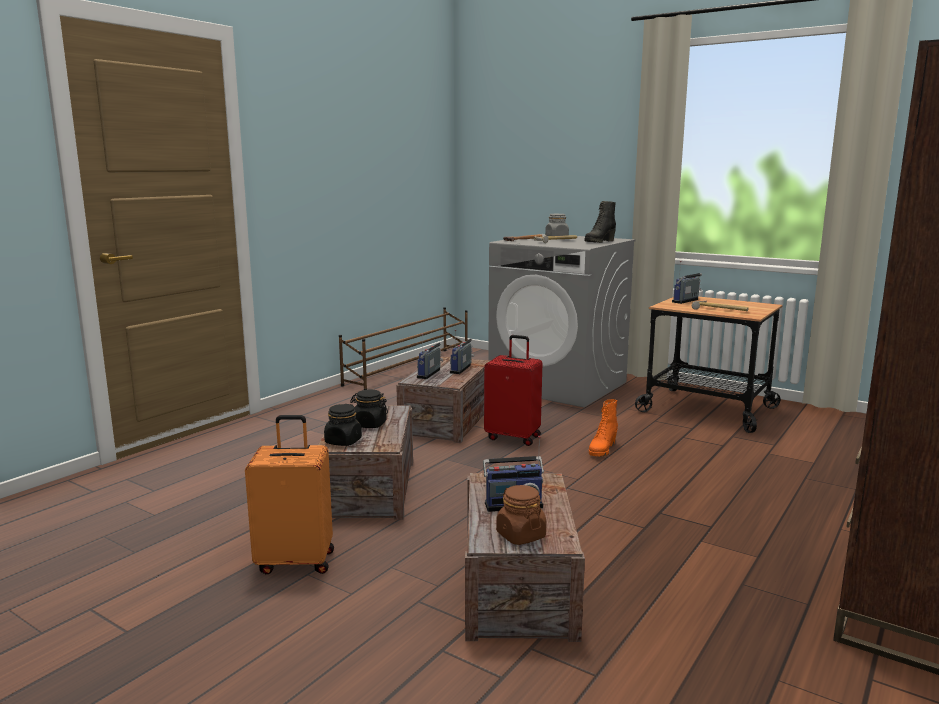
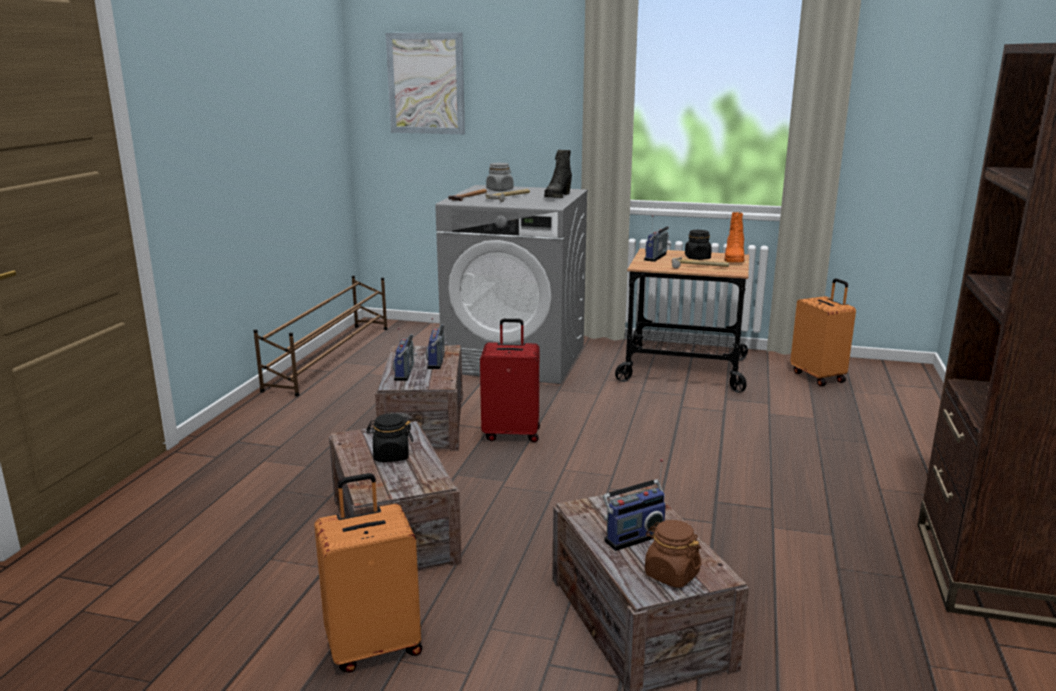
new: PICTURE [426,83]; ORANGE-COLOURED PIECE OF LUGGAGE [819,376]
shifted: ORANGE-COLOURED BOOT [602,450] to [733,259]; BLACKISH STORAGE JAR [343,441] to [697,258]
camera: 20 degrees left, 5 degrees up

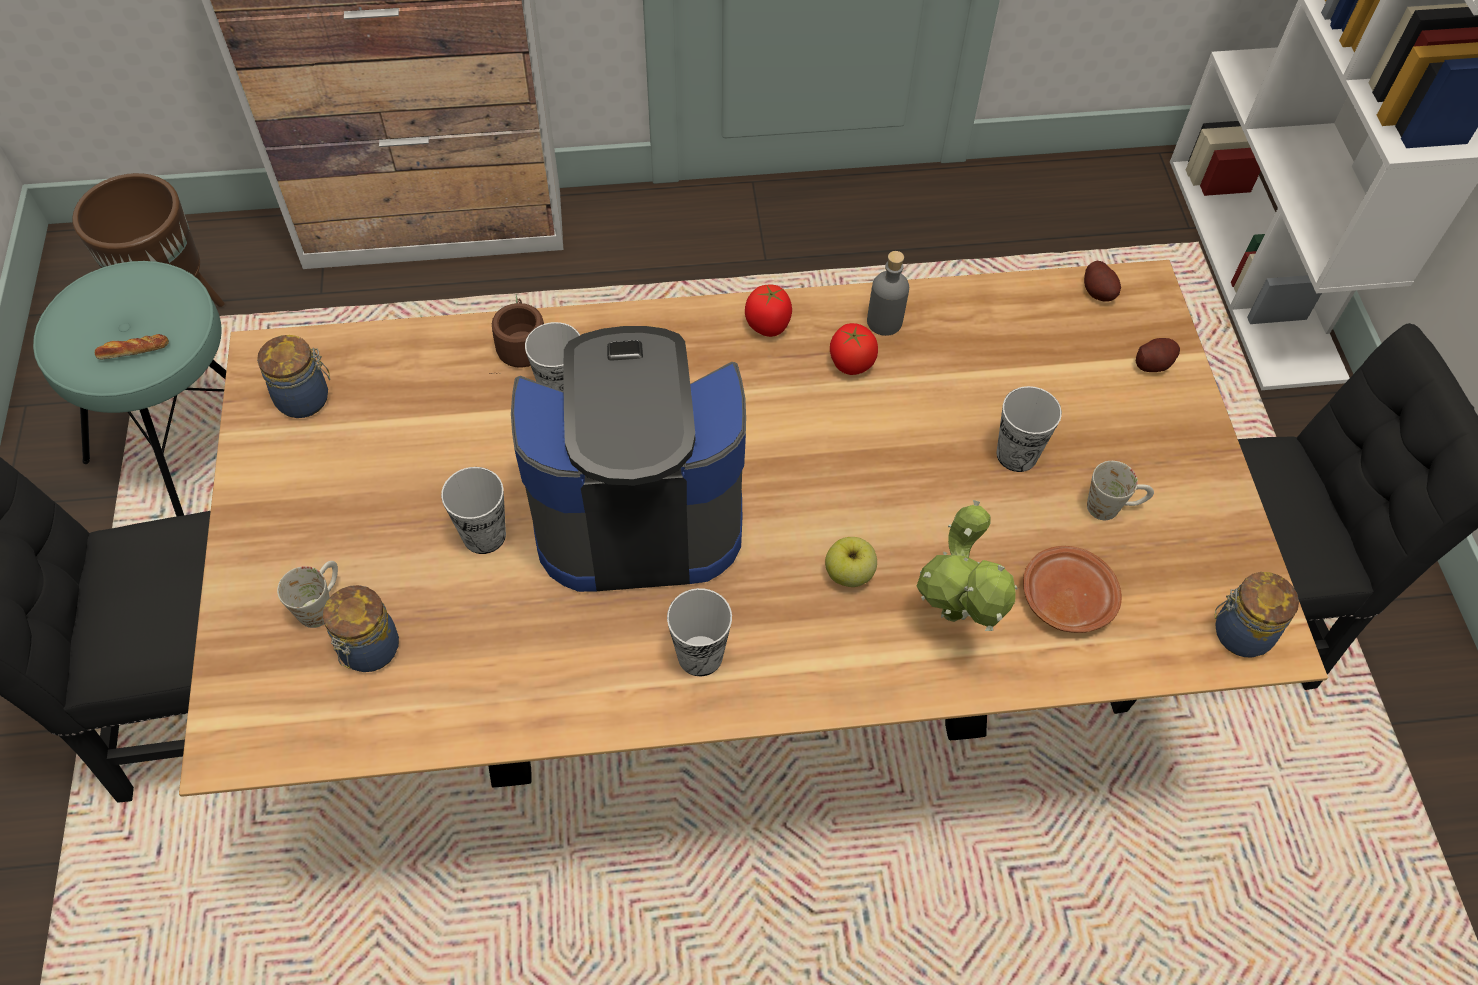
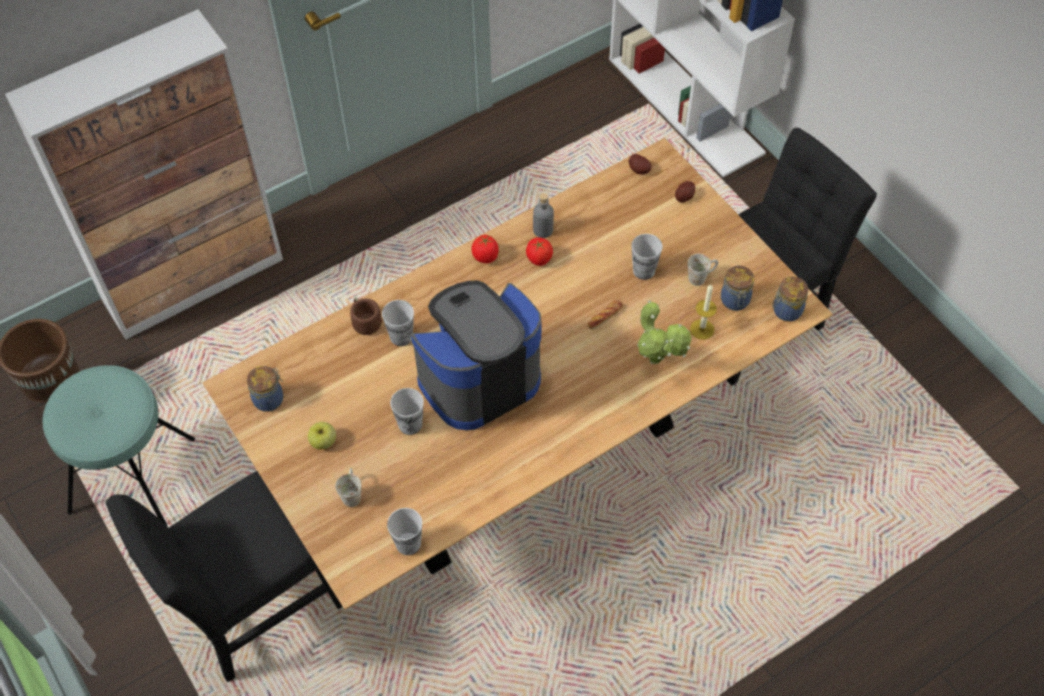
shifted: BAKERY BREAD [133,350] to [605,317]; APPLE [849,574] to [323,442]; STORAGE JAR [368,651] to [735,301]; DRINKING CUP [700,655] to [408,543]
swapped: BROWN-COLOURED FLAT DISH [1066,597] to CANDLE [702,329]
camera: 25 degrees left, 0 degrees up

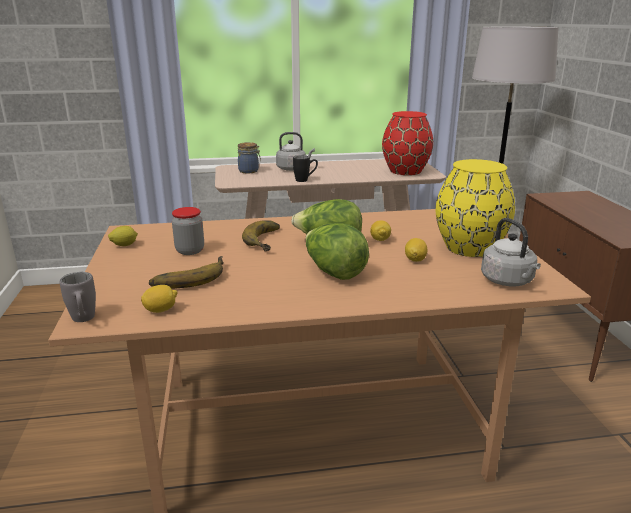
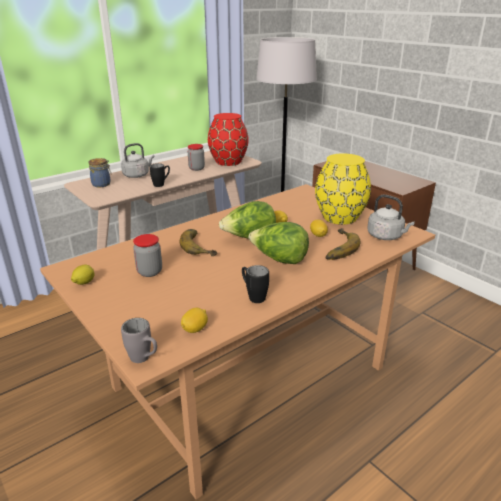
new: STORAGE JAR [196,168]; BLACKISH MUG [253,296]
shifted: BANANA [188,277] to [336,248]
camera: 30 degrees left, 5 degrees up

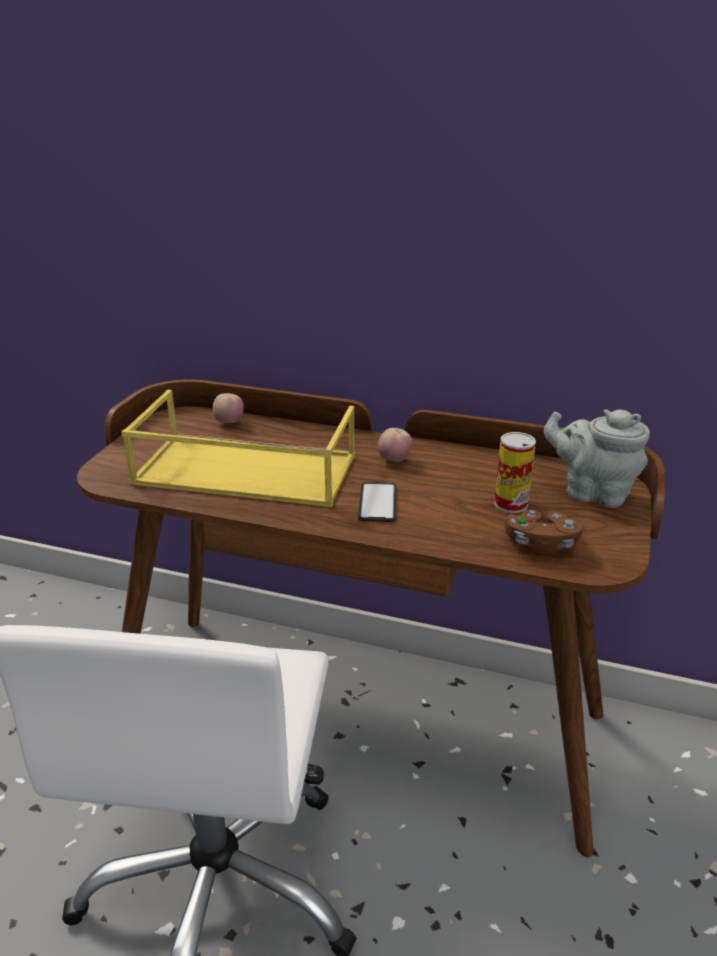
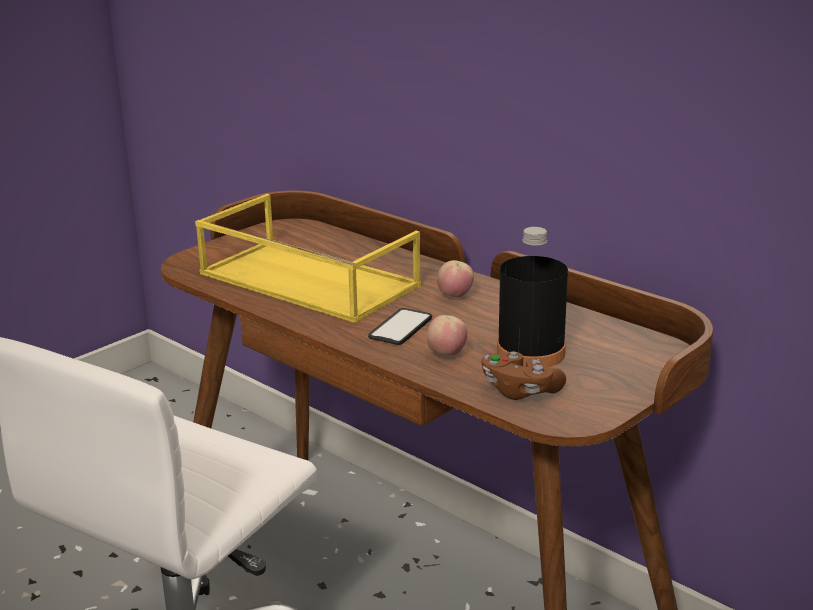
gone: GRAY TEA POT [592,493]
shifted: APPLE [229,423] to [447,355]
swapped: SEALED CAN [511,504] to BLACKISH BEVERAGE BOTTLE [531,353]
camera: 25 degrees right, 5 degrees down

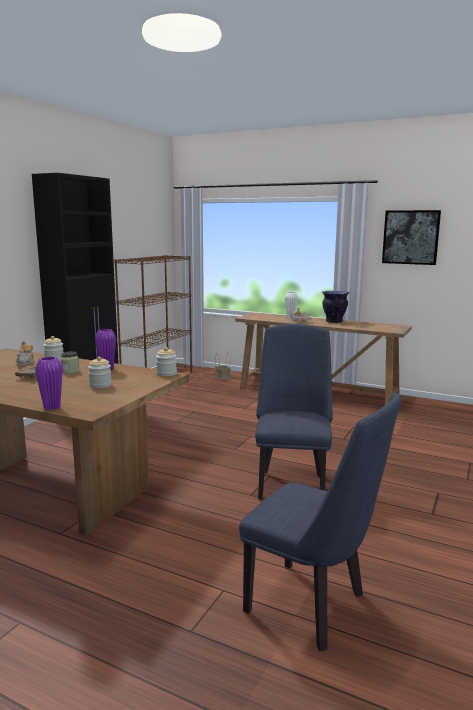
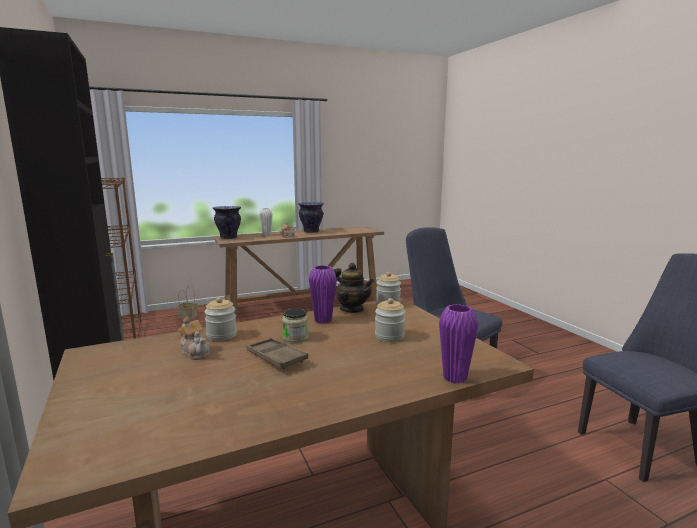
gone: PICTURE [410,237]
new: FLOWER VASE [229,238]; TEA POT [352,309]
camera: 50 degrees left, 0 degrees up

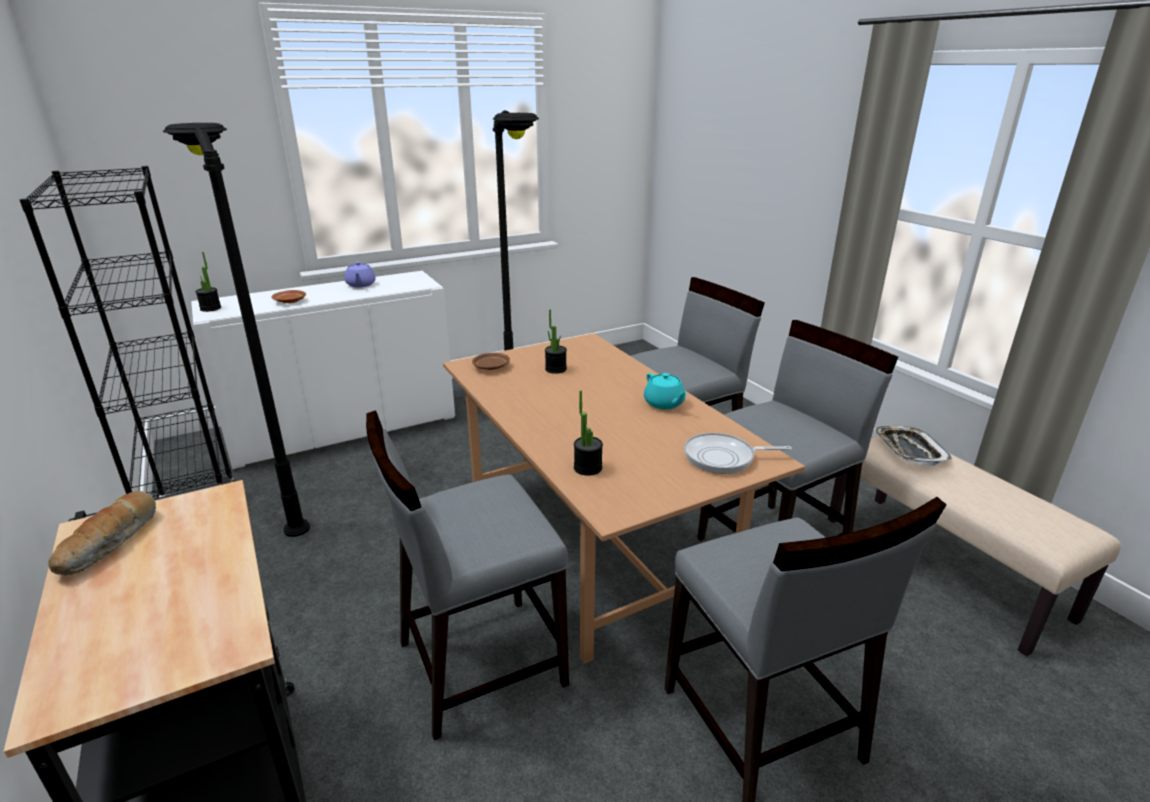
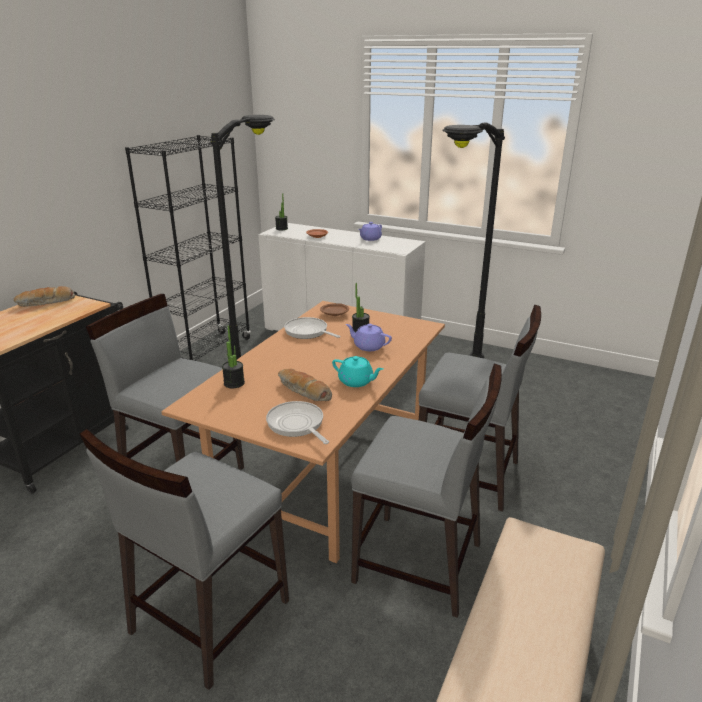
gone: TRAY [909,450]
new: SKILLET [308,332]; PURPLE TEA POT [368,346]; BAKERY BREAD [303,391]
rotated: TURQUOISE-COLOURED TEA POT [664,404] = [356,381] 90 degrees counterclockwise
camera: 55 degrees right, 0 degrees up

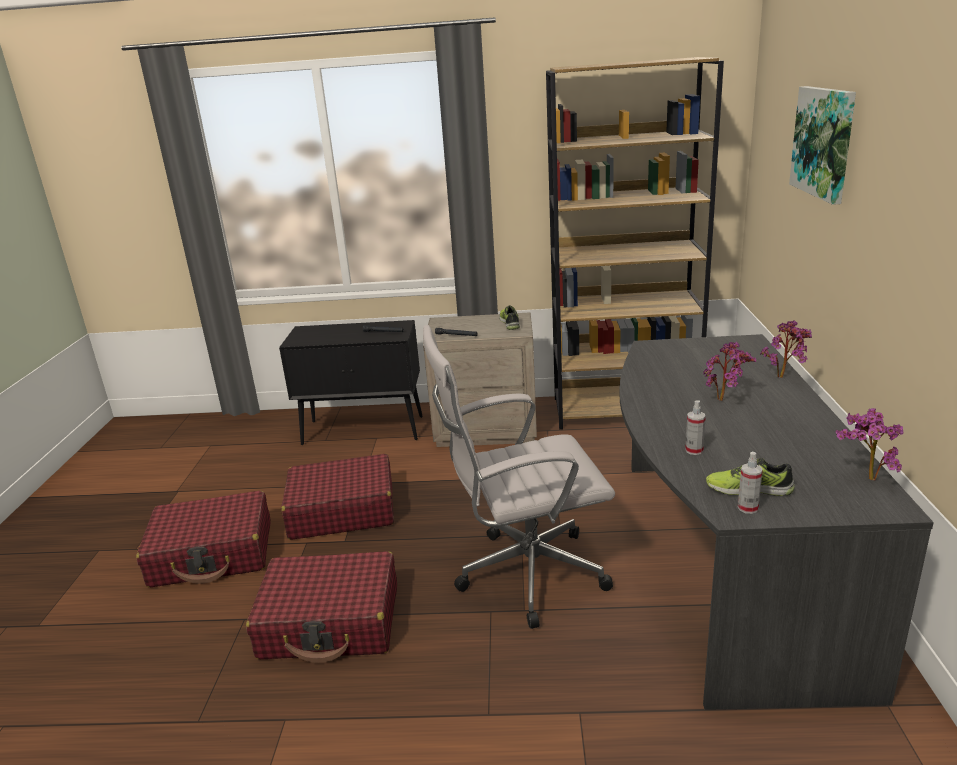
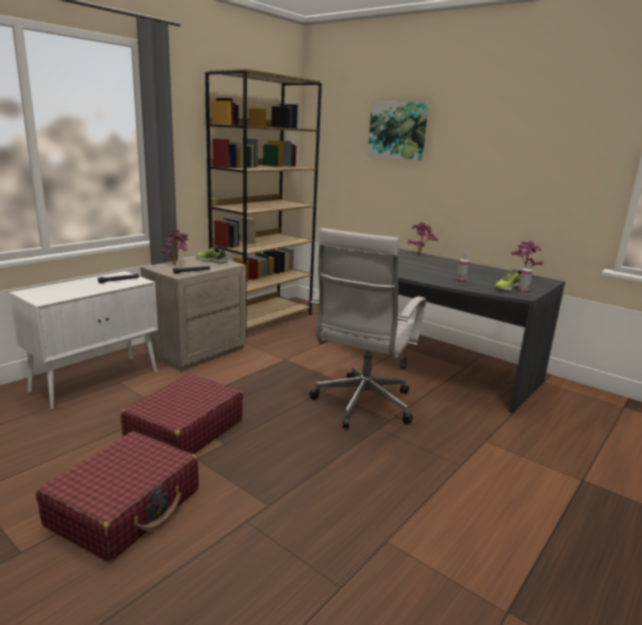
gone: REDDISH PIECE OF LUGGAGE [331,622]
shifted: HOUSEPLANT [725,400] to [176,264]
repainted: BLACKISH CUPBOARD [364,430] to WHITISH CUPBOARD [97,381]
camera: 55 degrees left, 5 degrees down

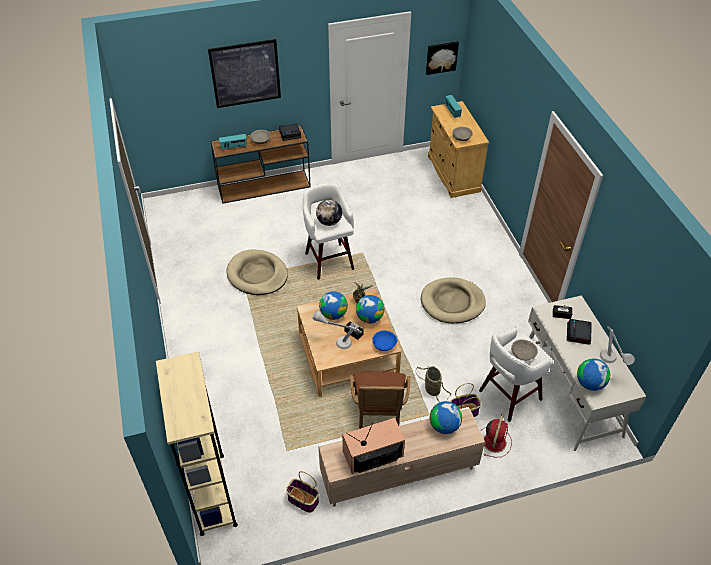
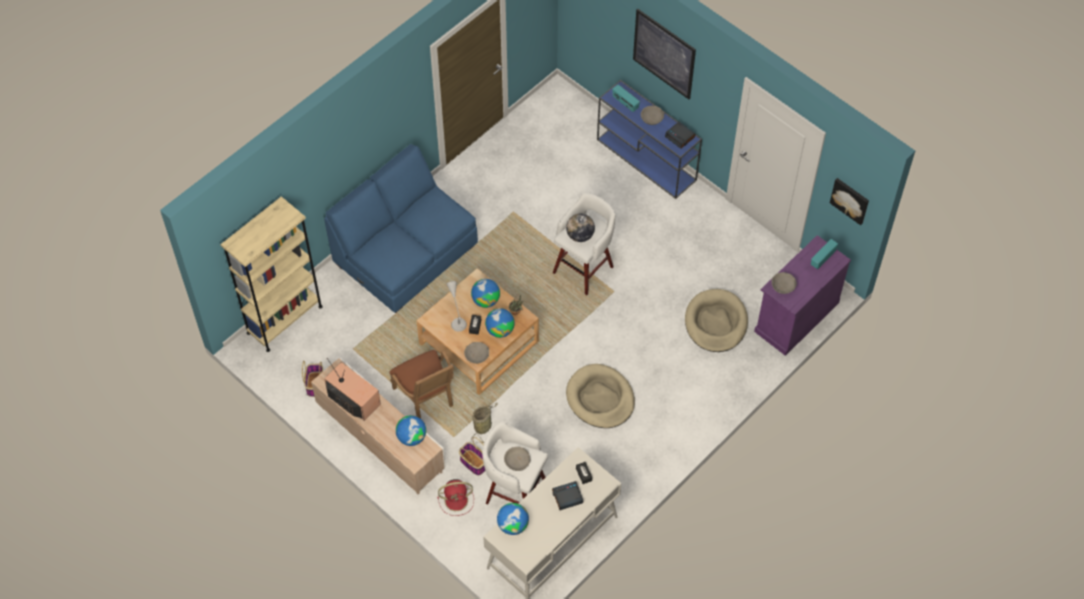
gone: GRAY TABLE LAMP [611,363]
new: BLUISH COUCH [406,254]
shifted: BEIGE PET BED [257,275] to [716,322]
repainted: BEIGE CUPBOARD [453,173] to PURPLE CUPBOARD [796,317]; BROWN-COLOURED CONSOLE TABLE [265,186] to BLUISH CONSOLE TABLE [647,160]; BLUISH SERVING BOWL [384,344] to GRAY SERVING BOWL [477,356]
rotated: BROWN-COLOURED ARMCHAIR [378,417] = [426,399] 90 degrees counterclockwise
camera: 60 degrees right, 10 degrees up

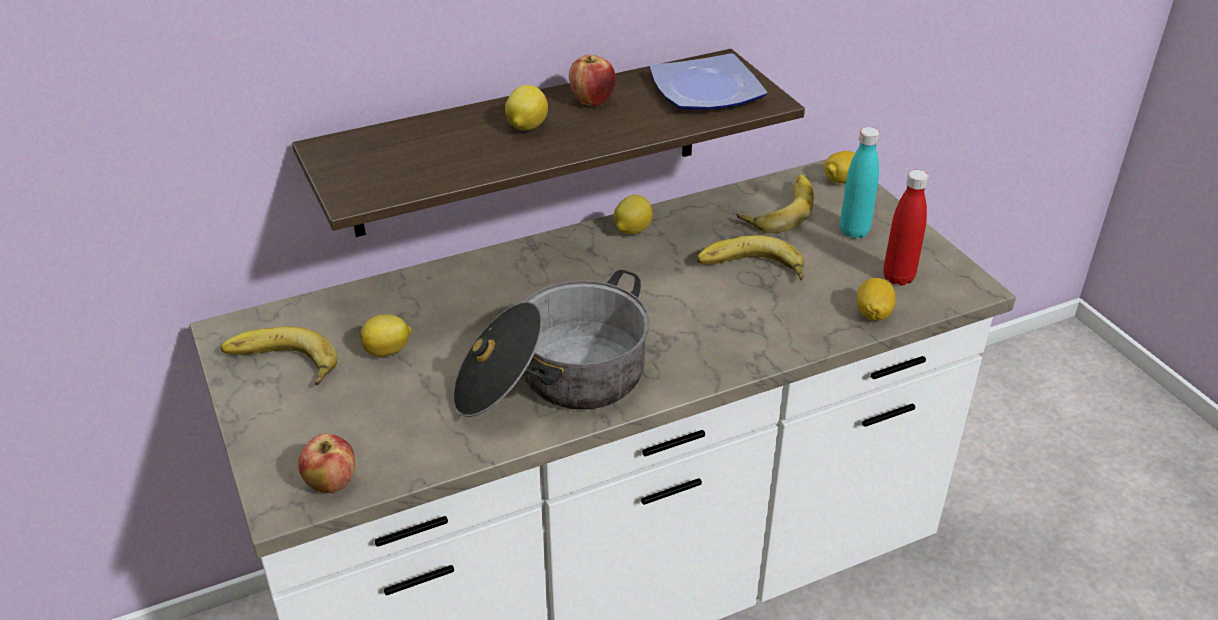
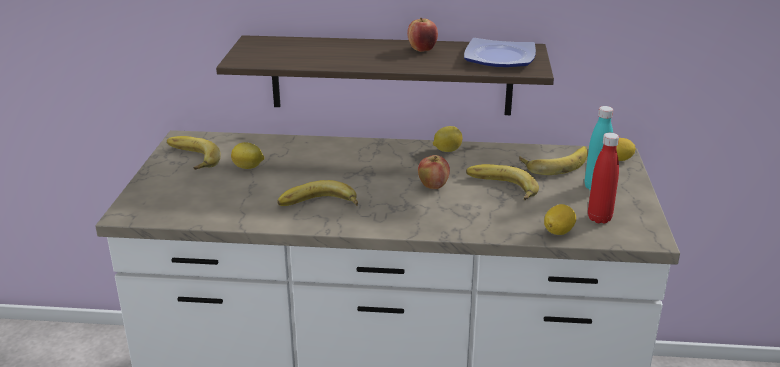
gone: WHOLE LEMON [526,127]
shifted: APPLE [331,483] to [433,186]
swapped: COOKING POT [553,381] to BANANA [319,205]
camera: 30 degrees right, 10 degrees down

